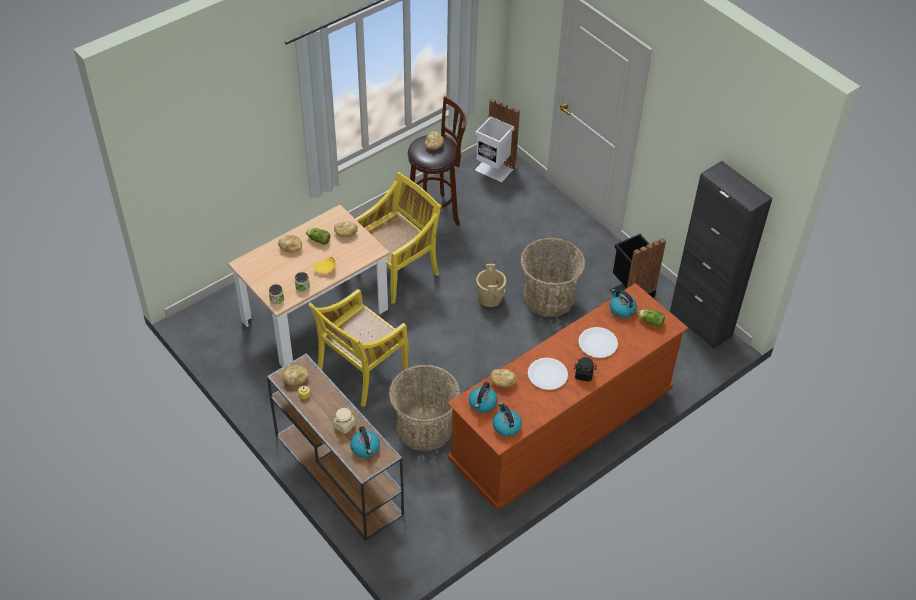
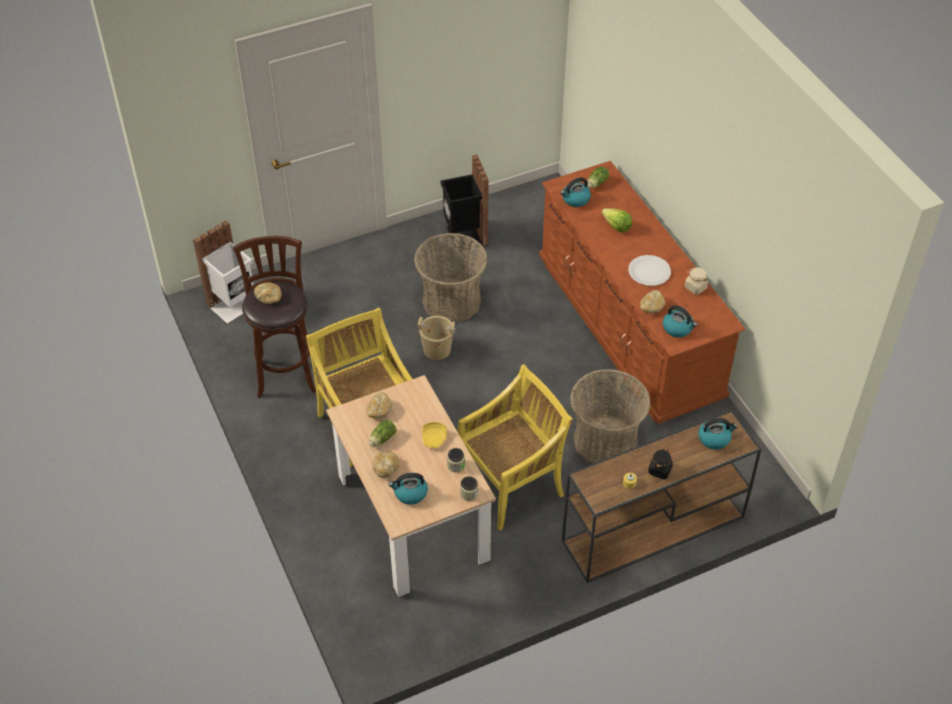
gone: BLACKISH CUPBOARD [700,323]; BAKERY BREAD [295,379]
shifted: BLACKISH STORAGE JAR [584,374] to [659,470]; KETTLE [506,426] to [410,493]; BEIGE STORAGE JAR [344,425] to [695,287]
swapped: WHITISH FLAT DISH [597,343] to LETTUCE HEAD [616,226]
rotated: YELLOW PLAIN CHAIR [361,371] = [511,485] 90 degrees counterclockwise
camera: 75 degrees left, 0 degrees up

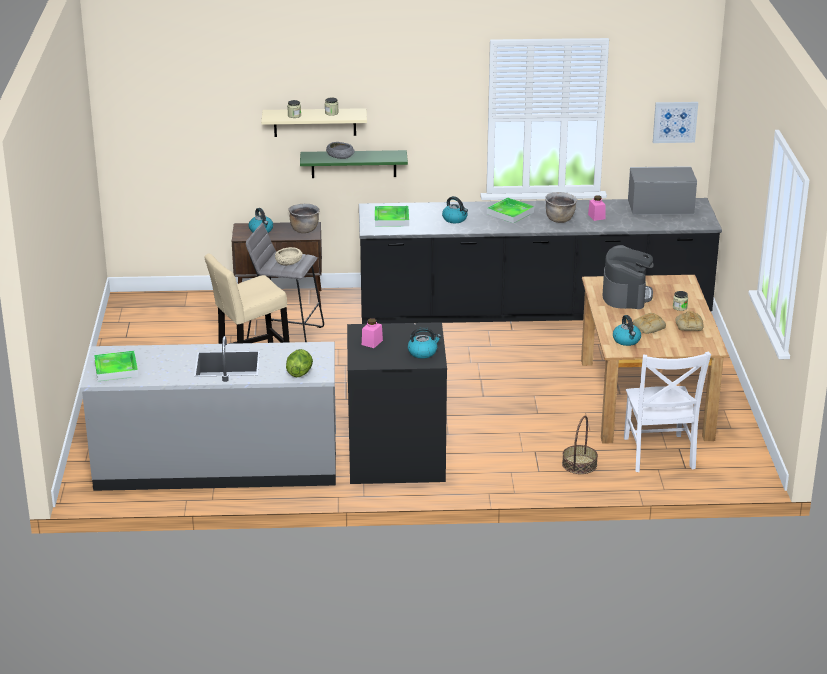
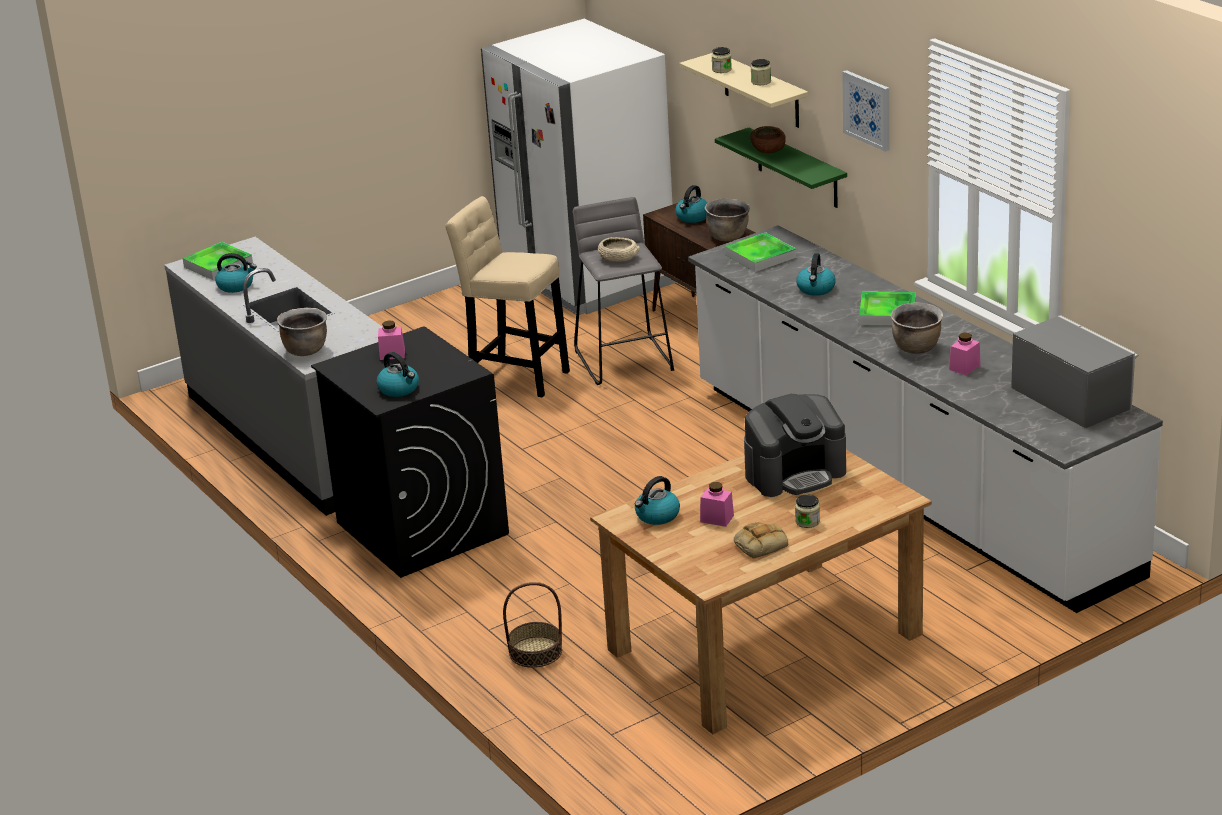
gone: WHITISH PLAIN CHAIR [659,455]
new: WHITISH KITCHEN FRIDGE [587,278]; KETTLE [236,286]
shifted: PICTURE [675,121] to [867,110]
swapped: BAKERY BREAD [649,327] to PINK STORAGE JAR [717,518]; LETTUCE HEAD [300,373] to BROWN-COLOURED COOKING POT [305,350]
repainted: GRAY SERVING BOWL [340,156] to BROWN-COLOURED SERVING BOWL [768,148]; BLACKISH KITCHEN BASE UNIT [533,310] to WHITISH KITCHEN BASE UNIT [905,479]
camera: 60 degrees right, 0 degrees up

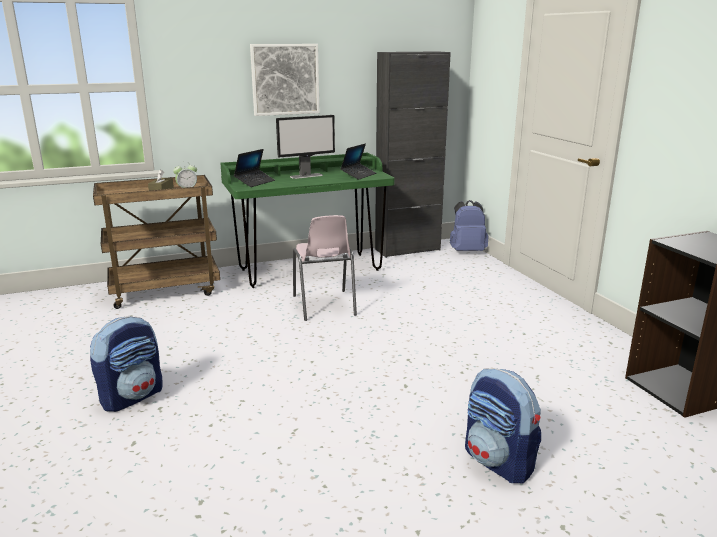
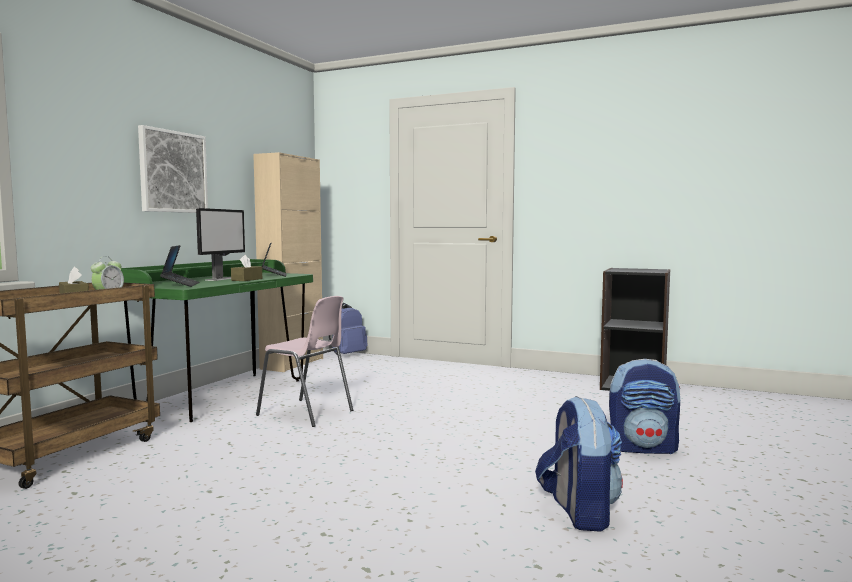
new: BROWN-COLOURED TISSUE HOLDER [247,279]
shifted: BACKPACK [132,396] to [578,512]
repainted: BLACKISH CUPBOARD [407,249] to BEIGE CUPBOARD [292,364]
camera: 45 degrees left, 15 degrees down

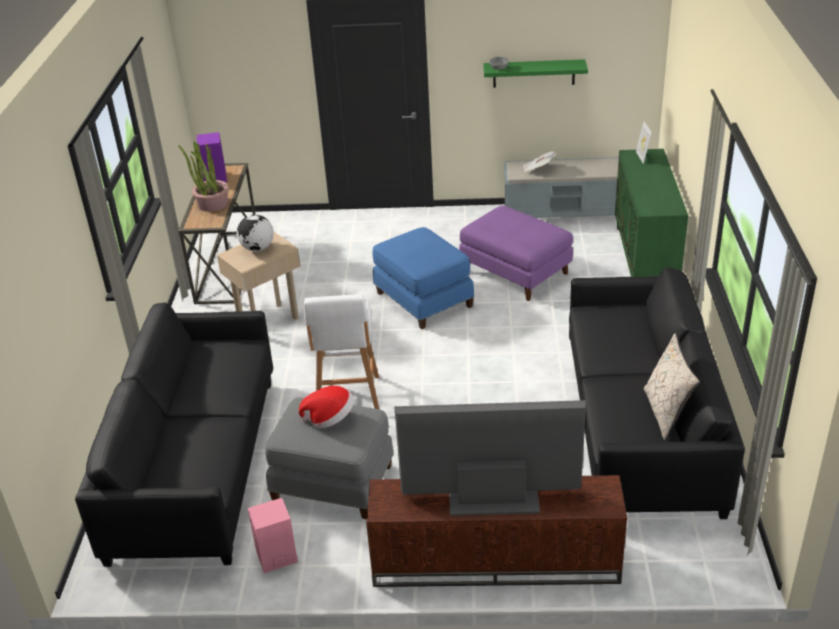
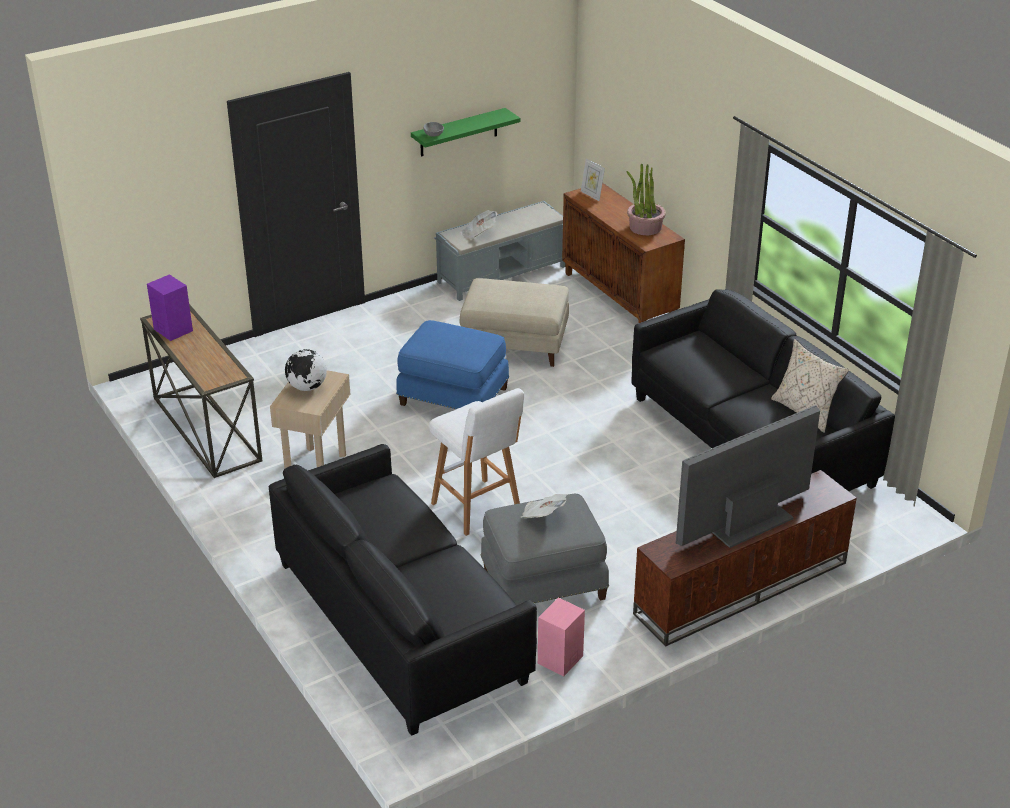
shifted: HOUSEPLANT [212,204] to [645,227]
swapped: WEARABLE HAT [330,419] to NEWSPAPER [543,515]
repainted: GREEN CUPBOARD [645,260] to BROWN-COLOURED CUPBOARD [620,297]; PURPLE POUFFE [516,273] to BEIGE POUFFE [515,344]
camera: 35 degrees left, 0 degrees up

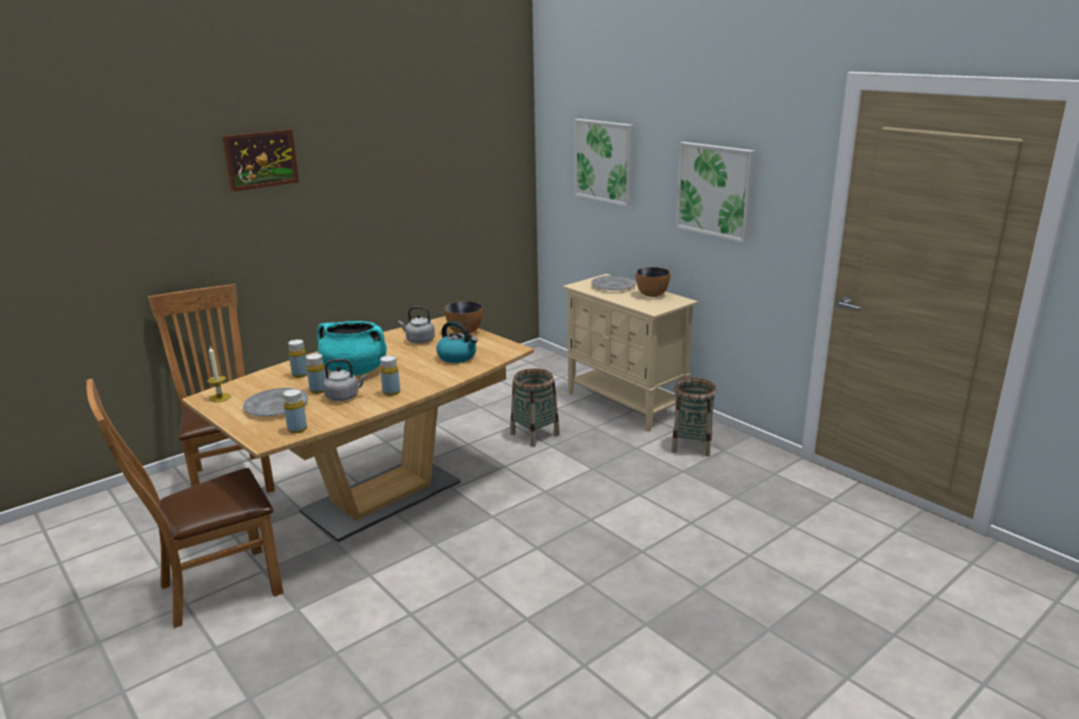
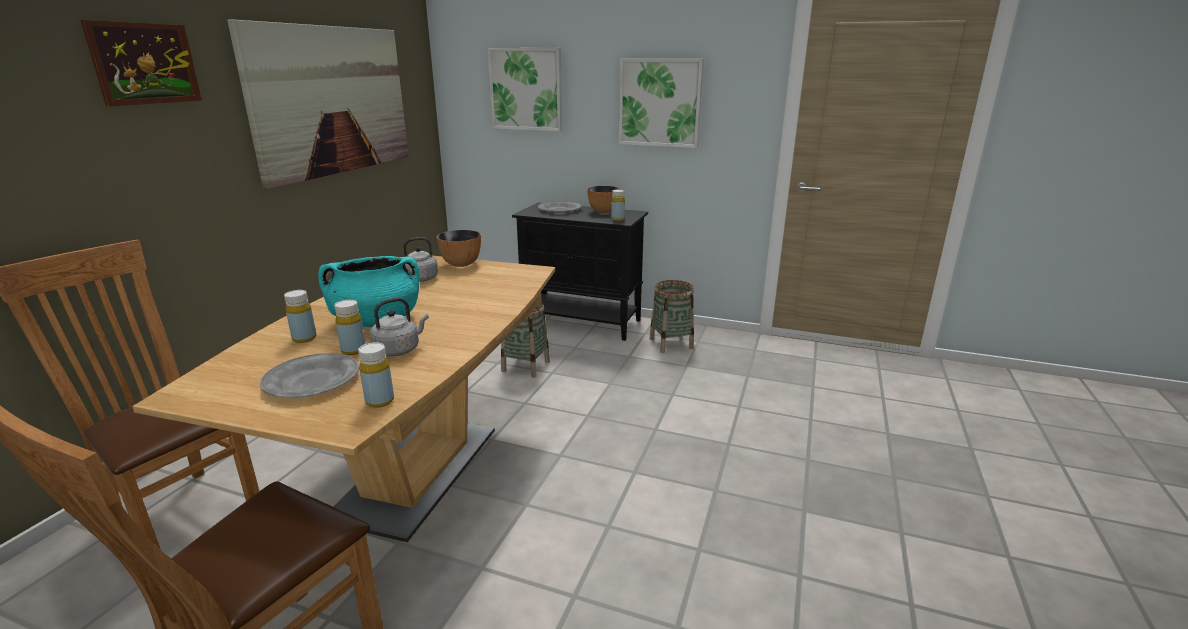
gone: KETTLE [457,357]; CANDLE [220,397]
new: PICTURE [332,101]
shifted: YELLOW BEVERAGE BOTTLE [391,392] to [617,219]
repainted: BEIGE CUPBOARD [626,404] to BLACKISH CUPBOARD [582,322]
camera: 30 degrees left, 0 degrees up

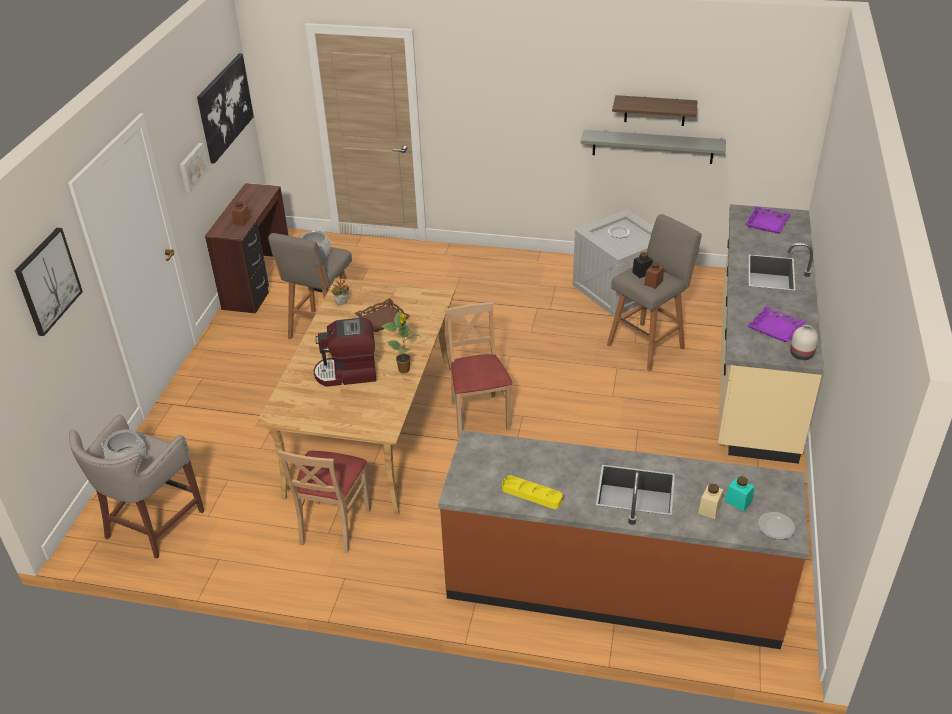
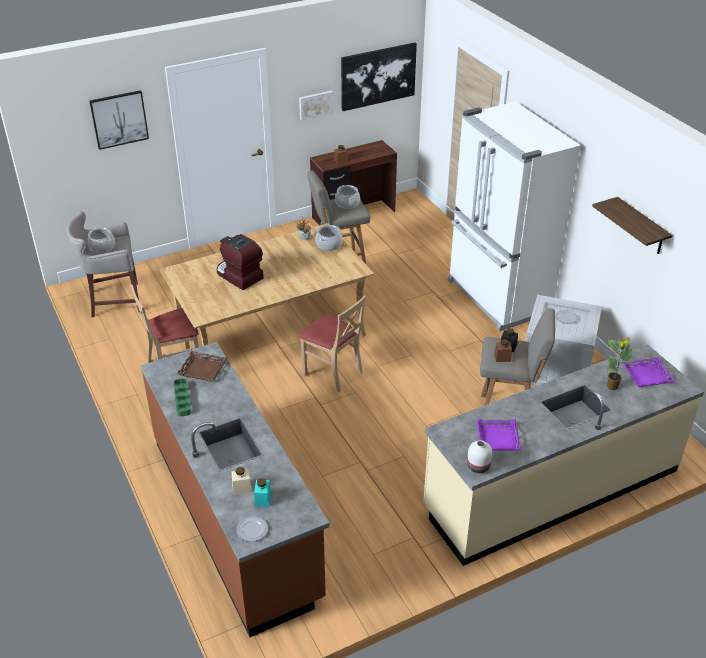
gone: GRAY BRACKET SHELF [652,146]
new: WHITISH KITCHEN FRIDGE [497,298]; COOKING POT [329,244]
shifted: BROWN-COLOURED TRAY [382,318] to [203,369]; HOUSEPLANT [404,370] to [612,387]
repainted: YELLOW TRAY [532,494] to GREEN TRAY [182,399]
rotated: BEIGE PLAIN CHAIR [479,416] = [333,372] 90 degrees clockwise
camera: 50 degrees right, 0 degrees up

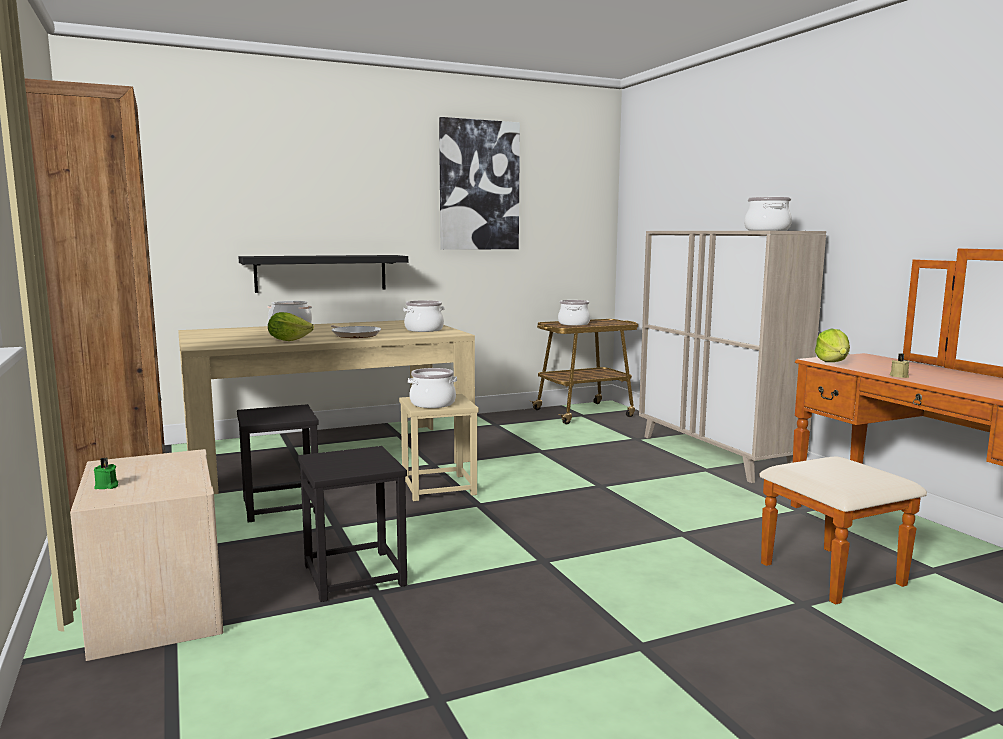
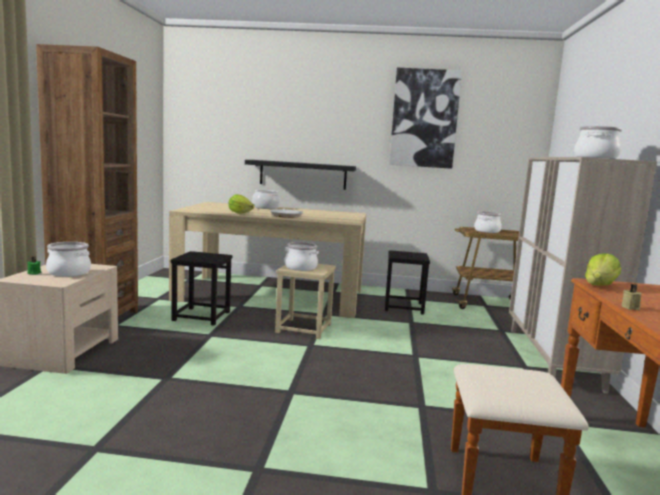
shifted: COOKING POT [424,330] to [68,272]; BLACKISH STOOL SEAT [355,575] to [404,307]
camera: 30 degrees right, 0 degrees up

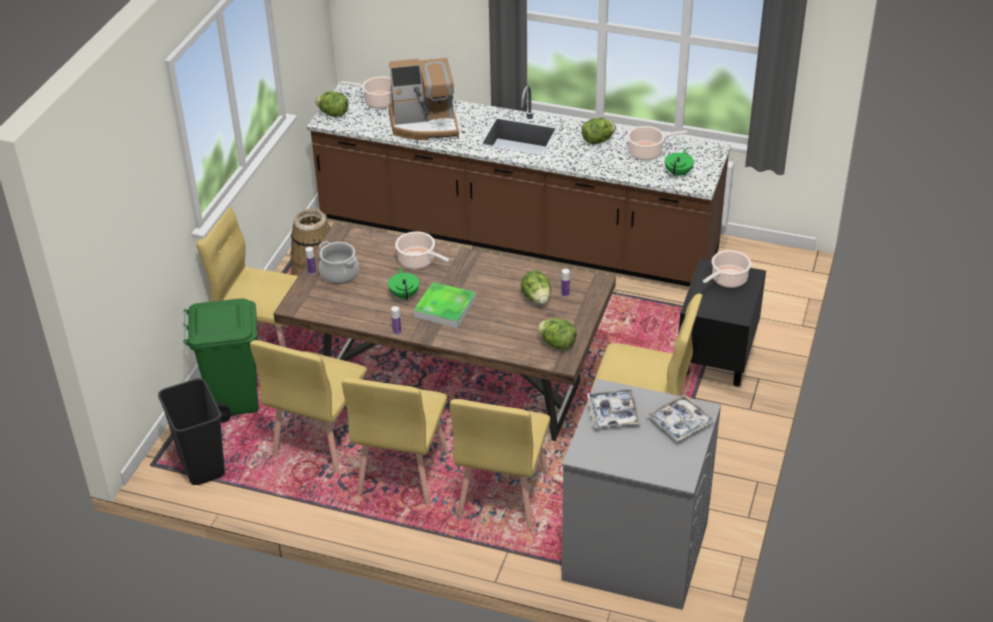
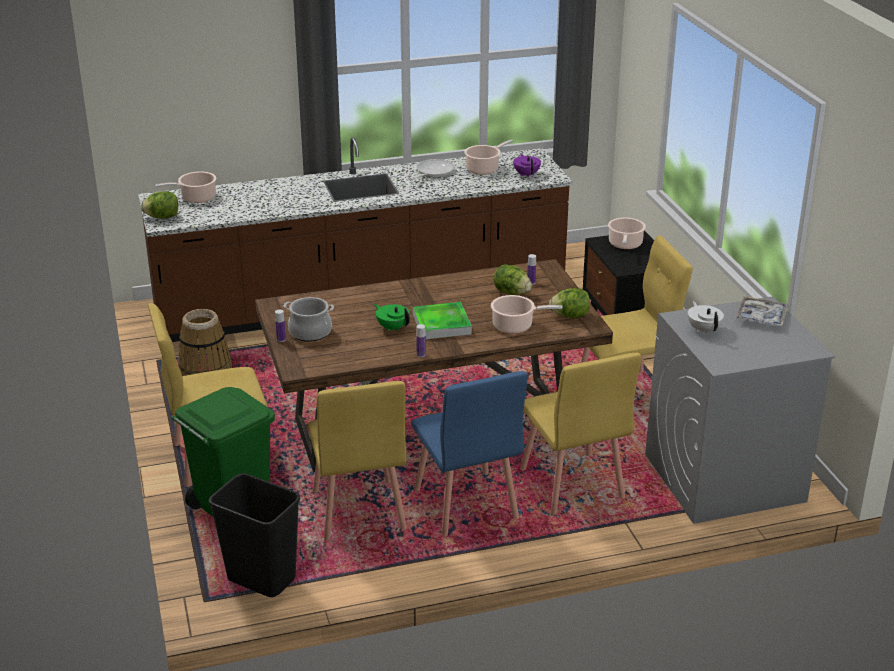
gone: COFFEE MACHINE [425,124]
shifted: COOKING POT [418,261] to [515,326]
swapped: LETTUCE HEAD [597,141] to SKILLET [433,172]; TRAY [613,413] to WHITISH TEA POT [703,329]
repainted: GREEN TEA POT [678,173] to PURPLE TEA POT [526,174]; YELLOW PLAIN CHAIR [402,473] to BLUISH PLAIN CHAIR [465,505]
camera: 35 degrees left, 10 degrees down

